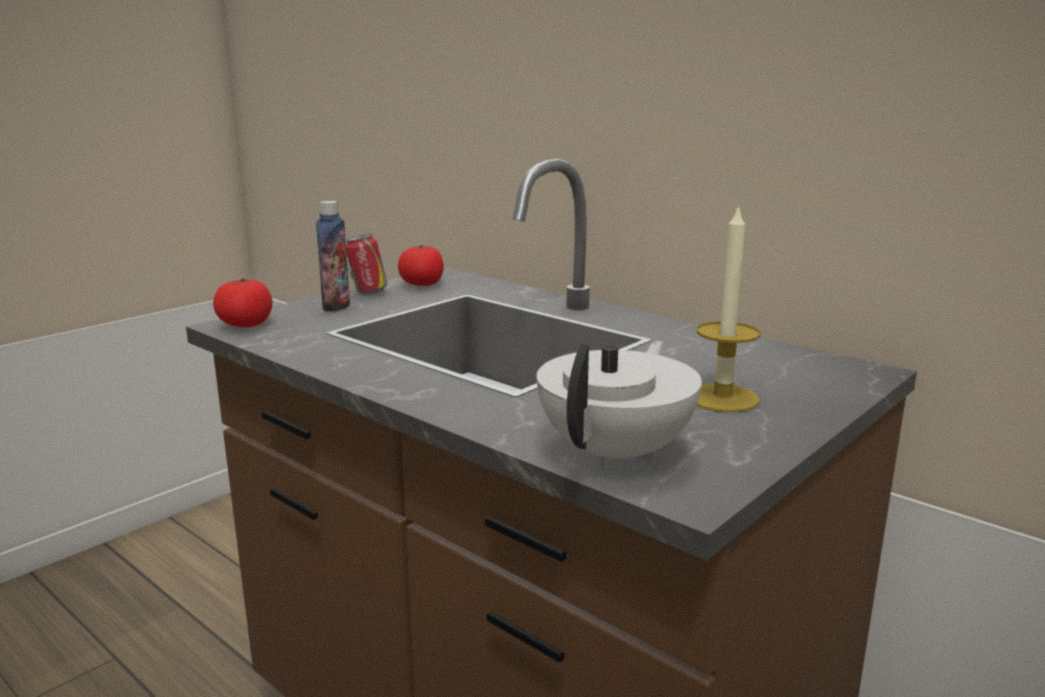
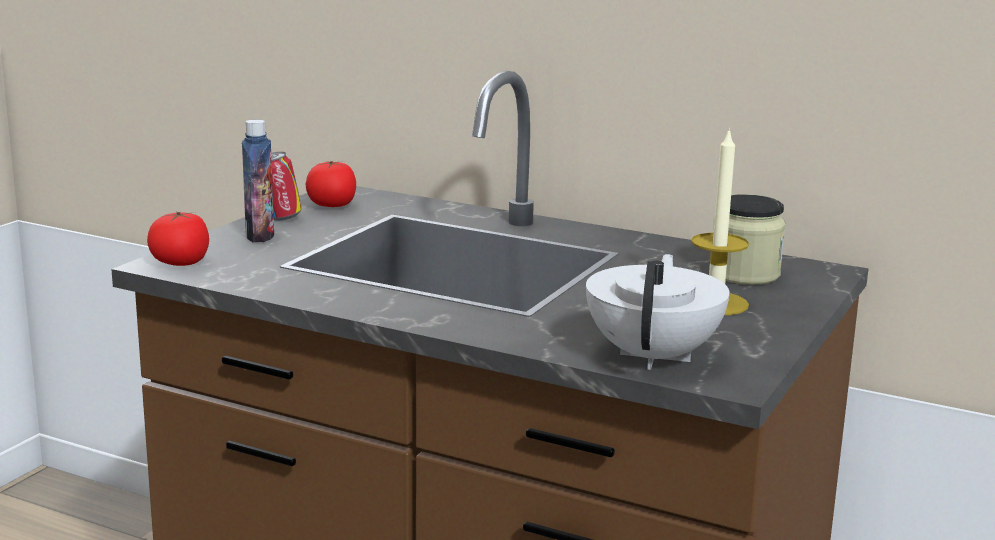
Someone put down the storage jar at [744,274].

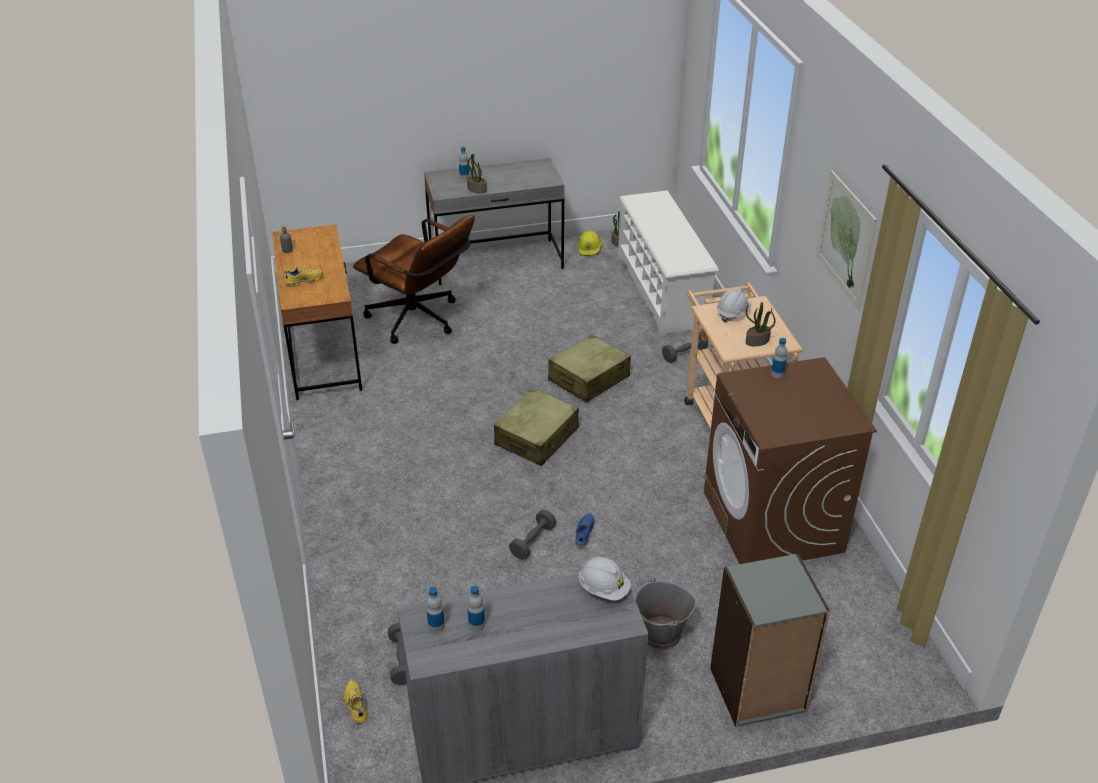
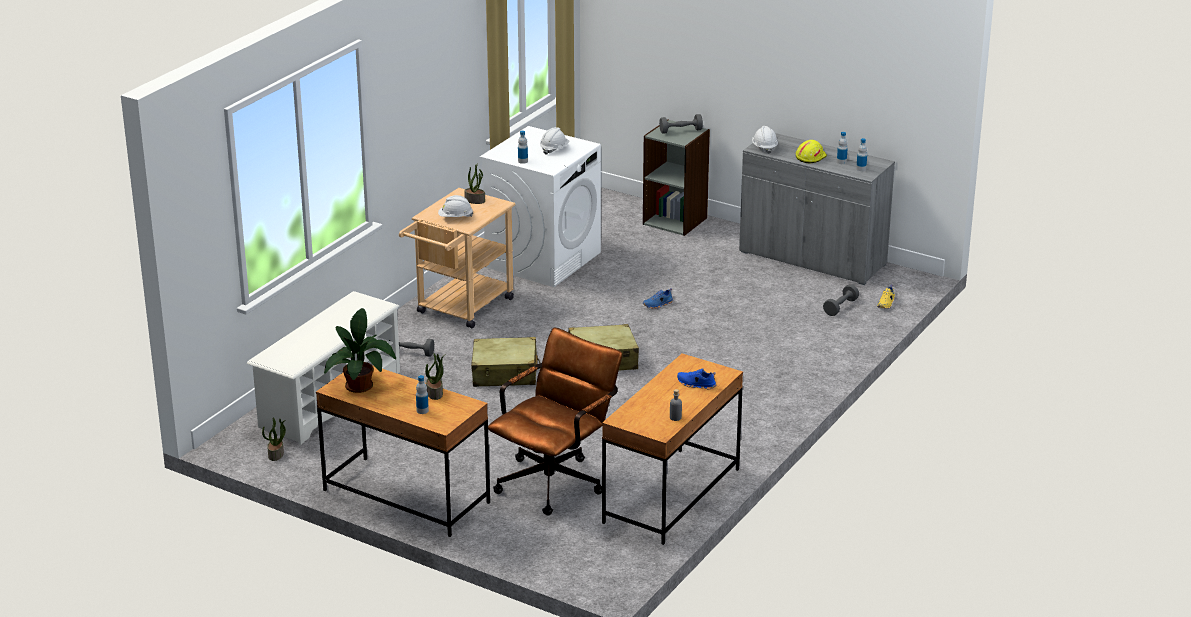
Someone repainted the desk table (grey) at [496,262], which became the desk table (brown) at [406,496].
Someone put down the plant in a pot at [361,384].
Someone repainted the laundry machine (brown) at [773,522], which became the laundry machine (white) at [543,259].
Someone rotated the computer chair (brown) at [420,321] by 45 degrees clockwise.
Someone put down the safety helmet (white) at [554,149].
Someone carried the free weight (grey) from [533,541] to [680,131].
Someone repainted the low shoe (yellow) at [304,280], which became the low shoe (bluish) at [696,384].
Someone carried the safety helmet (yellow) from [590,249] to [810,157].
Someone took away the pail (grey) at [661,635].
Someone took away the wall picture at [846,238].

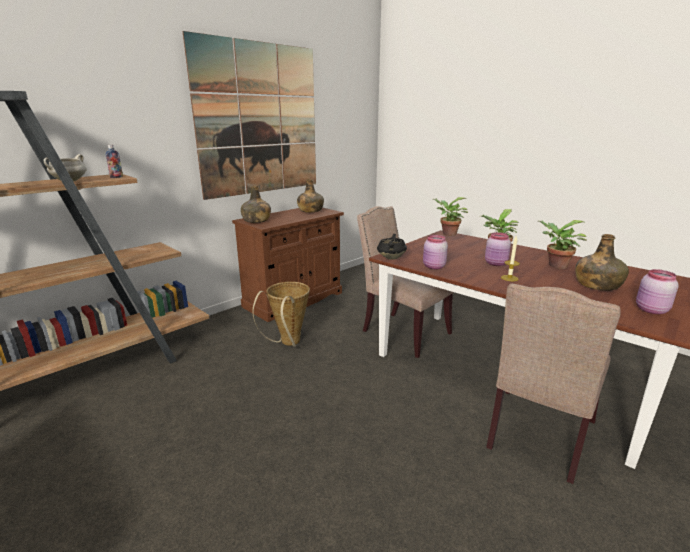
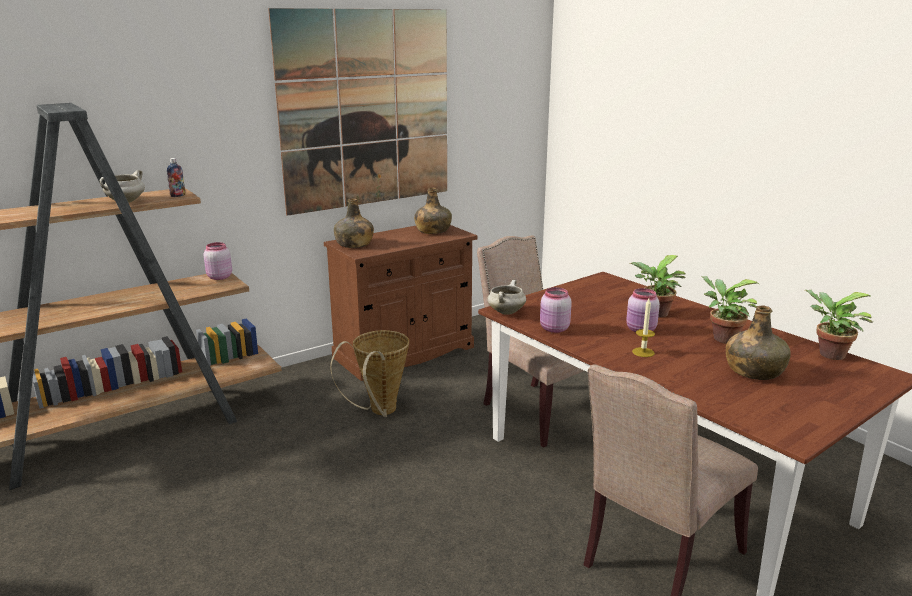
Someone carried the storage jar (pinkish) from [650,310] to [219,277].
Someone repainted the cooking pot (black) at [391,258], which became the cooking pot (white) at [506,312].
Someone carried the plant in a pot from [447,234] to [828,354].

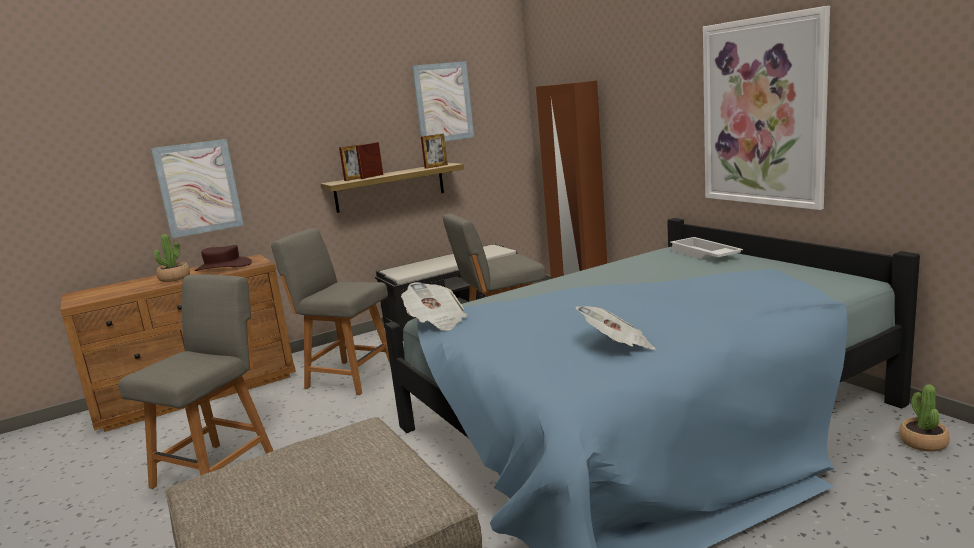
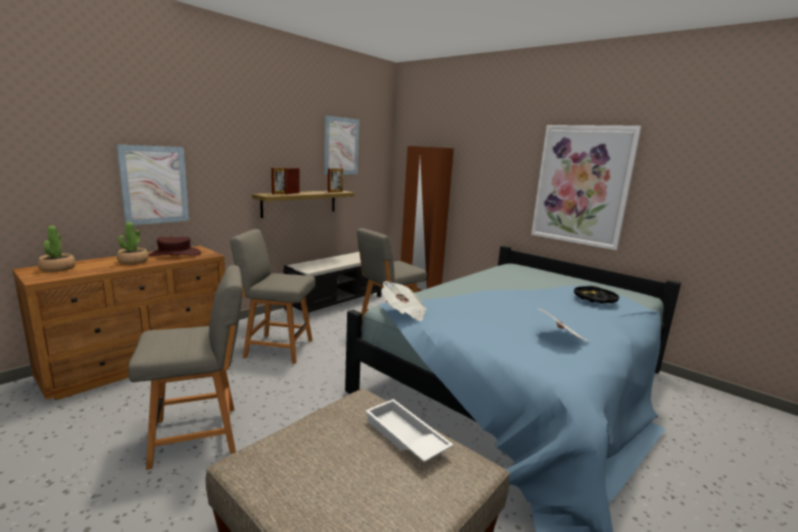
Someone carried the plant in a pot from [923,442] to [57,268].
Someone rotated the chair (grey) at [217,469] by 60 degrees clockwise.
Someone carried the tray (white) from [703,255] to [404,437].
Someone put down the tray (black) at [595,298].

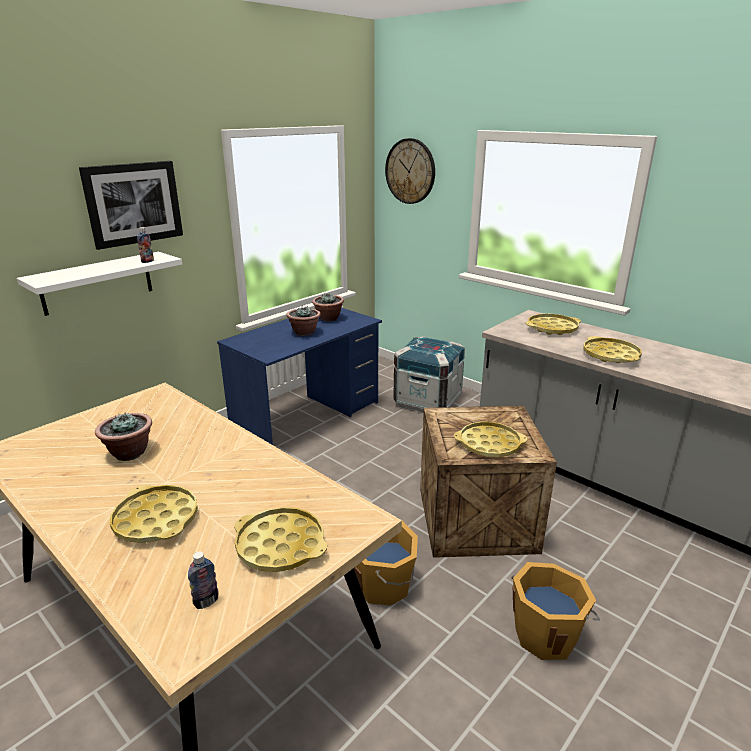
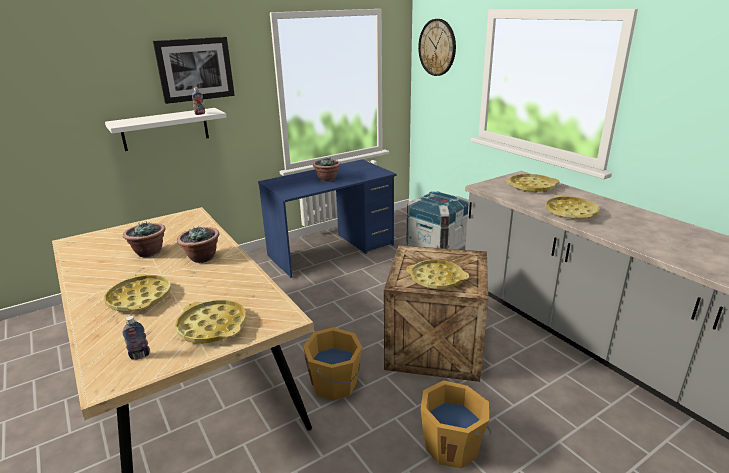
Someone carried the plant in a pot from [328,318] to [202,258].

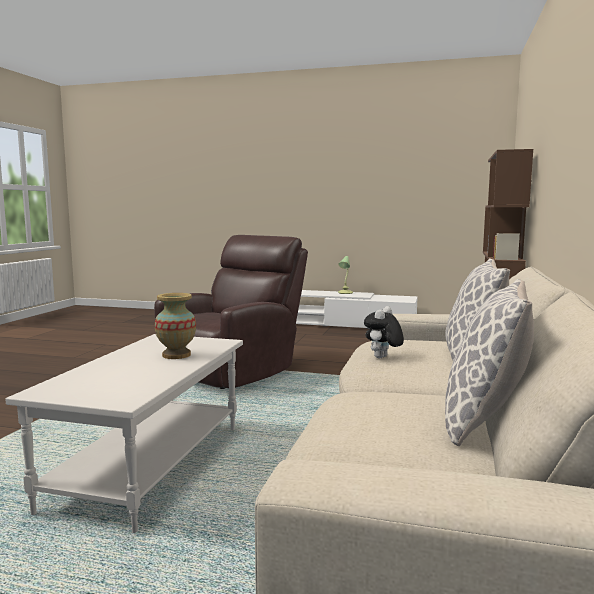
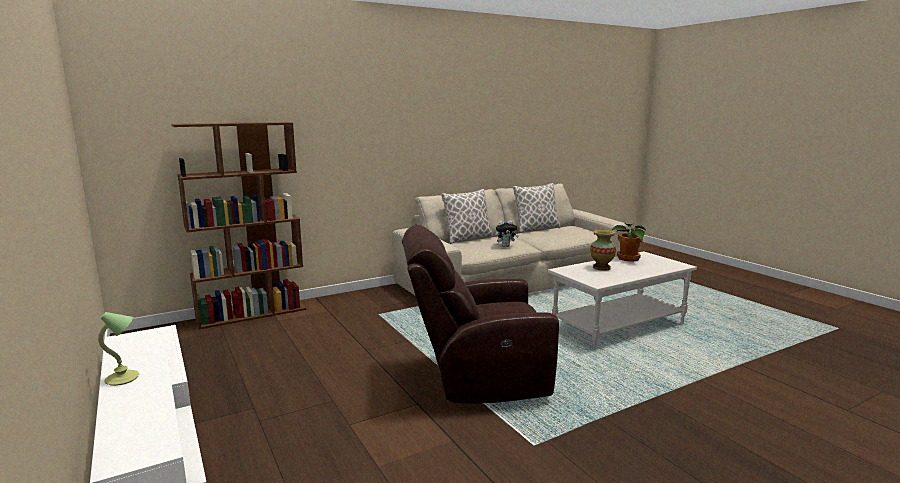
Someone put down the plant in a pot at [628,259].

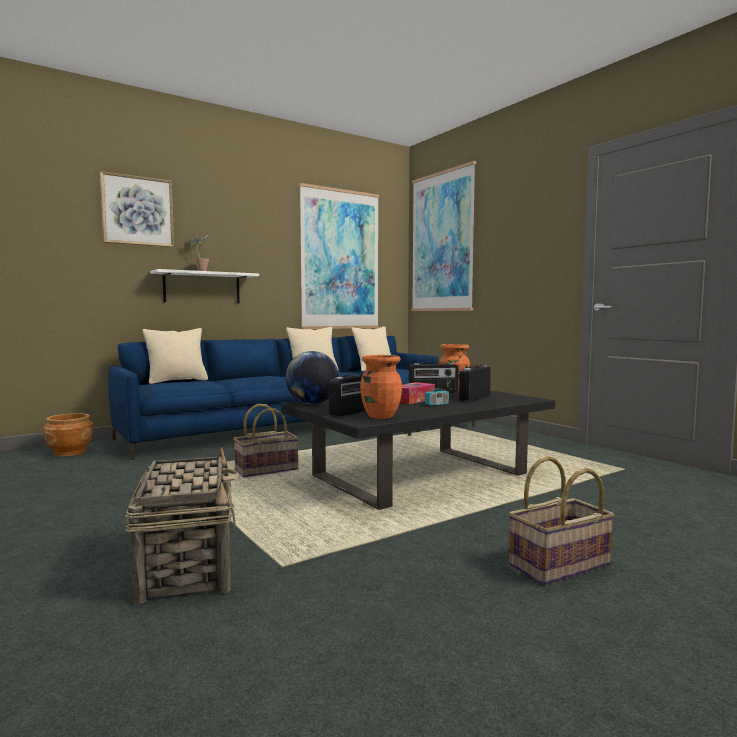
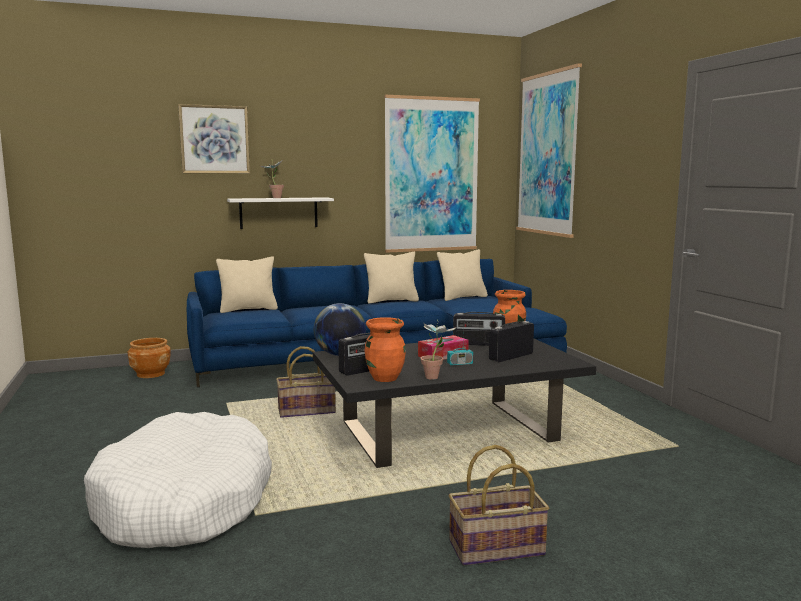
Someone swapped the basket at [187,564] for the pet bed (white) at [185,502].
Someone put down the plant in a pot at [436,376].

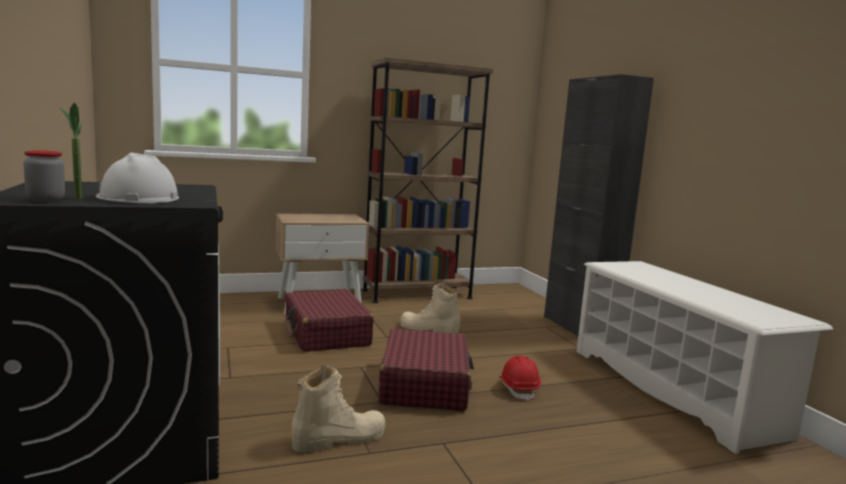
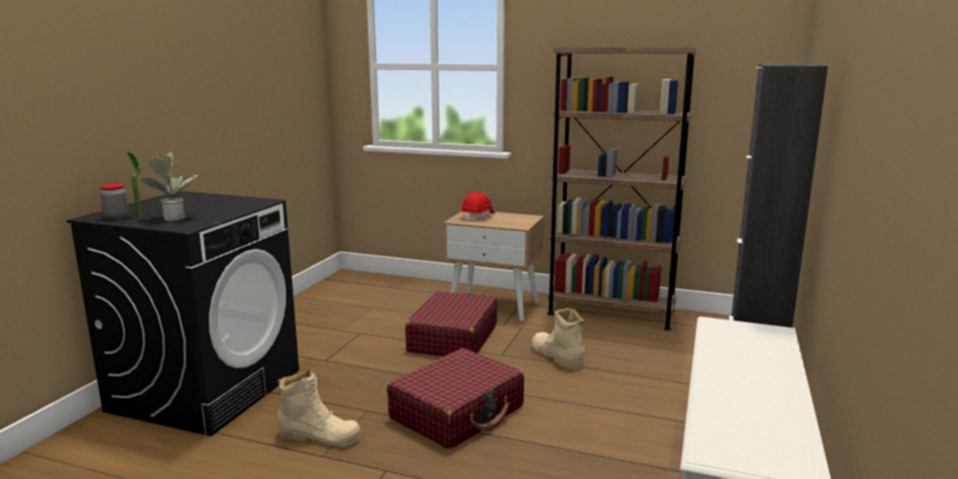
Someone swapped the safety helmet (white) at [138,198] for the plant in a pot at [174,217].
Someone carried the safety helmet (red) from [518,389] to [478,217].

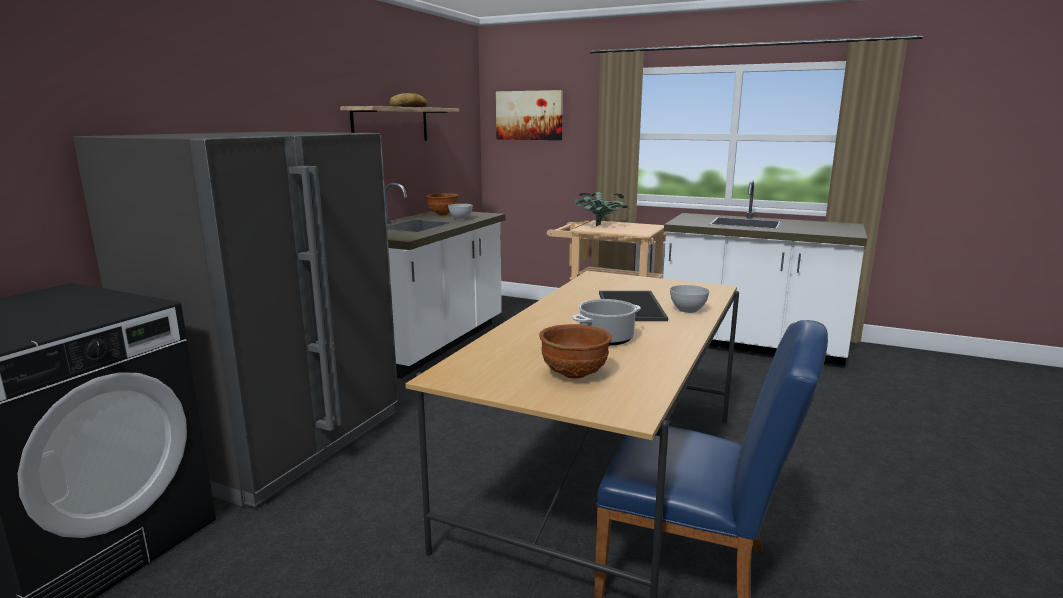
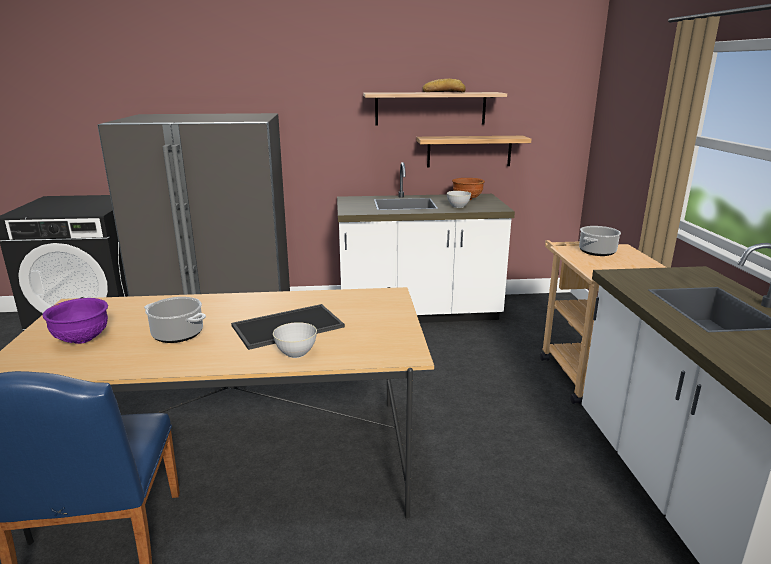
Someone repainted the serving bowl (brown) at [575,374], which became the serving bowl (purple-coloured) at [82,340].
Someone put up the shelf at [469,151].
Someone swapped the plant in a pot at [600,226] for the cooking pot at [597,252].
Someone took away the wall picture at [529,115].

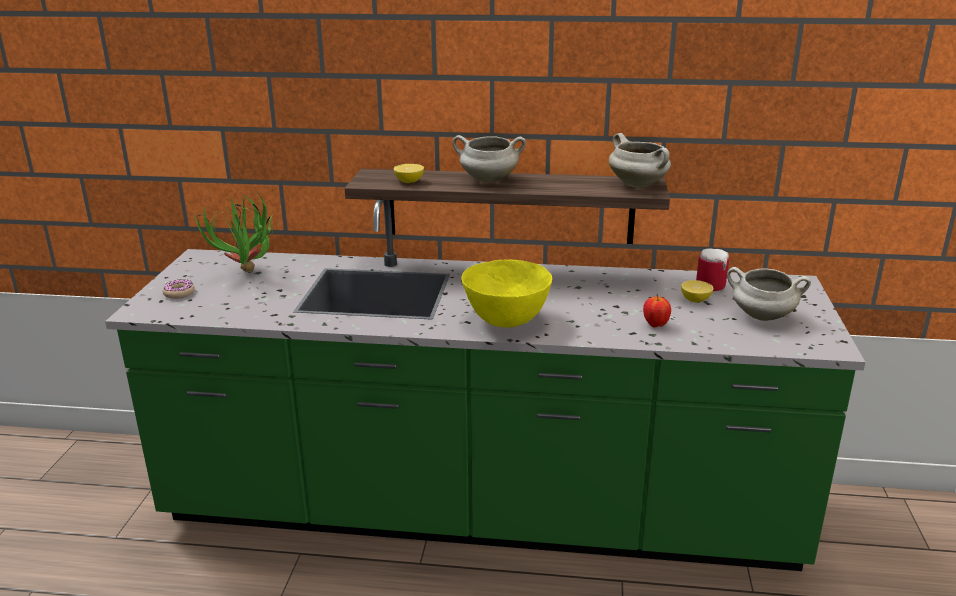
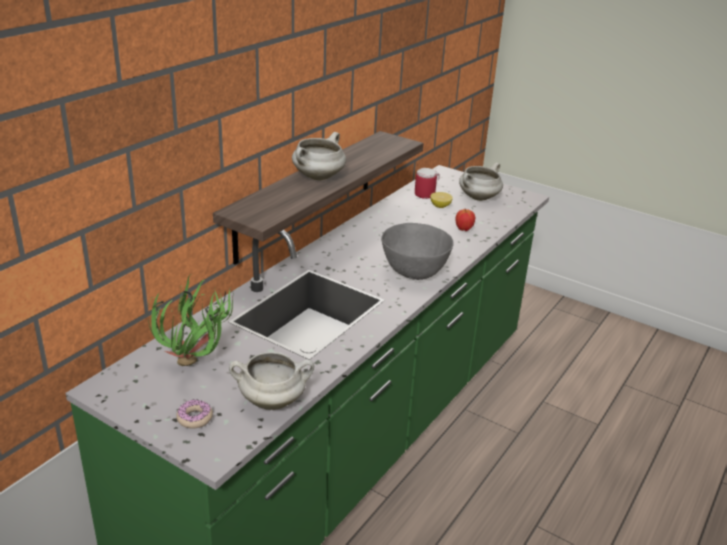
Someone carried the cooking pot (white) from [639,185] to [273,401].
Someone repainted the serving bowl (yellow) at [507,321], which became the serving bowl (grey) at [415,273].
Someone took away the lemon at [409,182].

